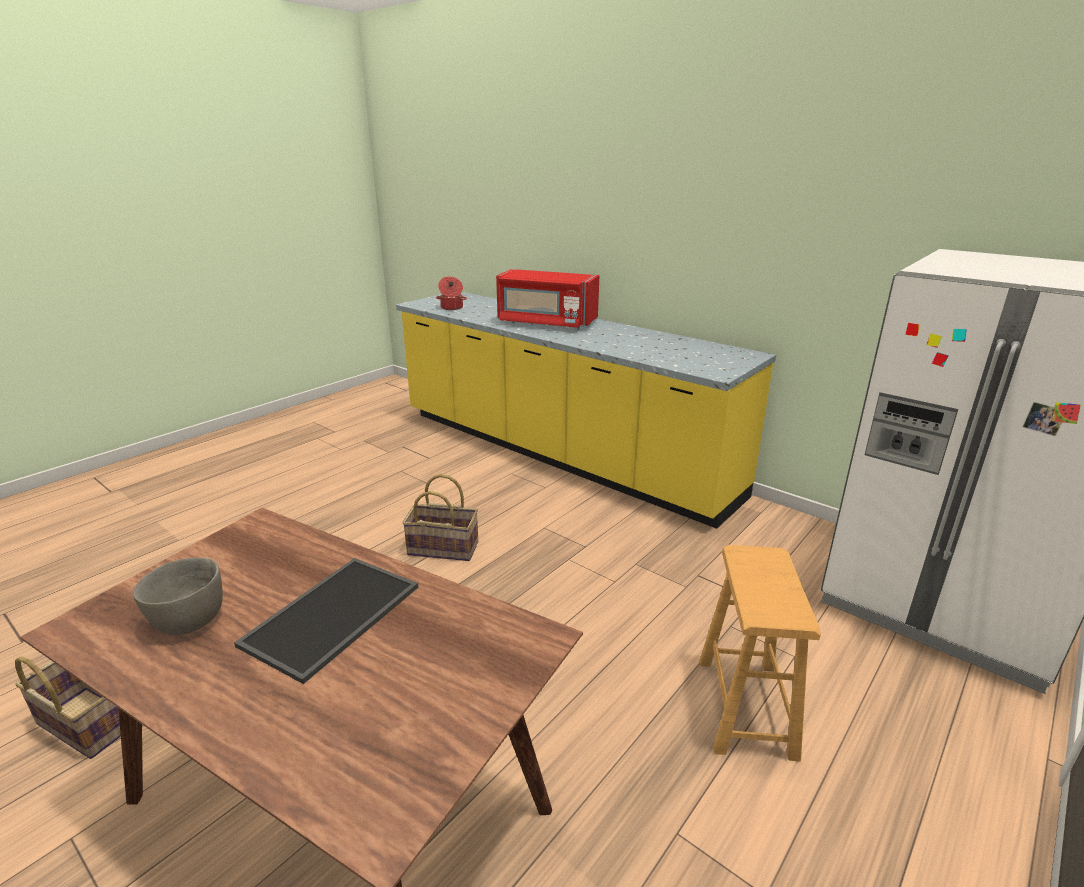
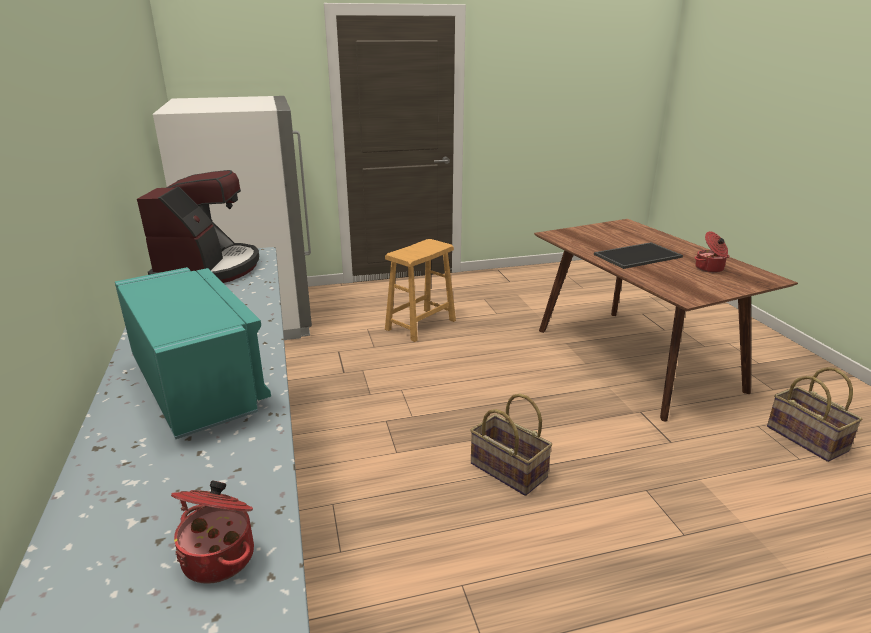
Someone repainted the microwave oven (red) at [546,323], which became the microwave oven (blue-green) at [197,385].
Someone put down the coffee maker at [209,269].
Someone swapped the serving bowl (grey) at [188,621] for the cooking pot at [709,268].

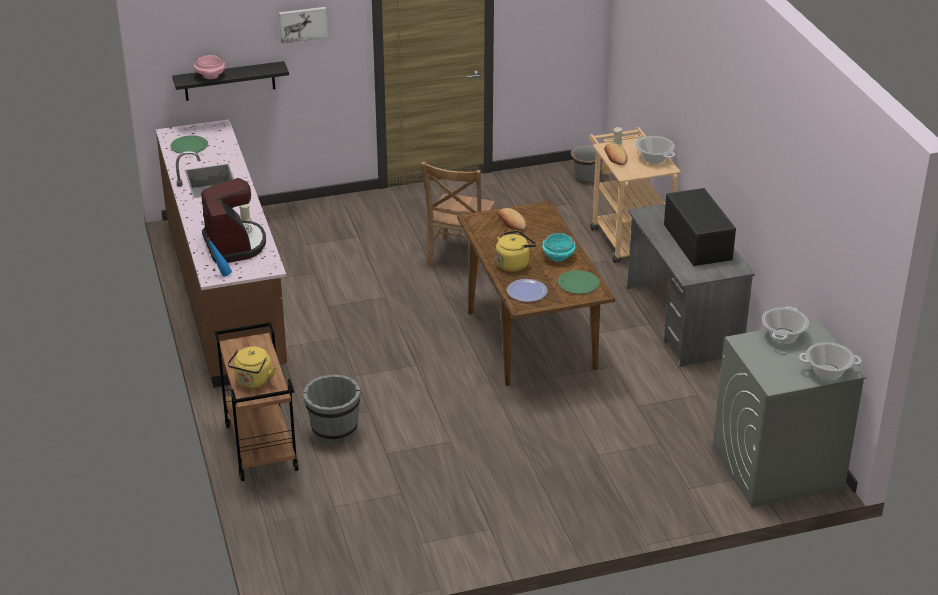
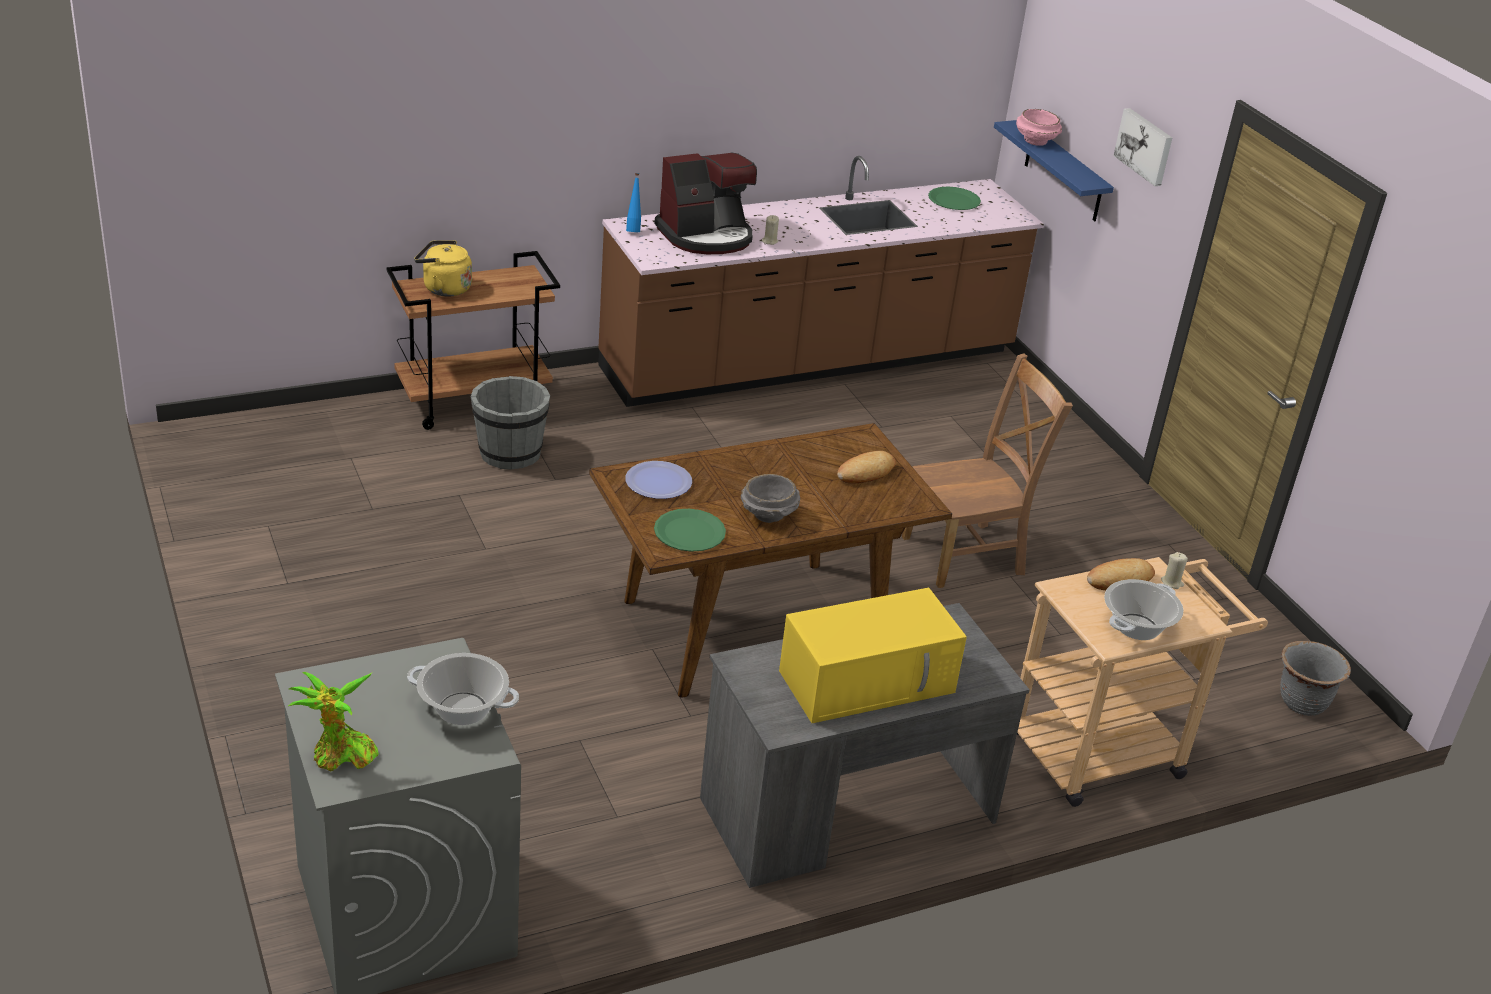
Someone swapped the cooking pot at [827,371] for the plant in a pot at [340,756].
Someone repainted the serving bowl (blue-green) at [558,257], which became the serving bowl (grey) at [769,515].
Someone repainted the microwave oven (black) at [696,241], which became the microwave oven (yellow) at [869,680].
Someone rotated the chair (brown) at [459,257] by 150 degrees clockwise.
Someone repainted the shelf (black) at [229,81], which became the shelf (bluish) at [1063,172].
Someone took away the kettle (yellow) at [514,264].

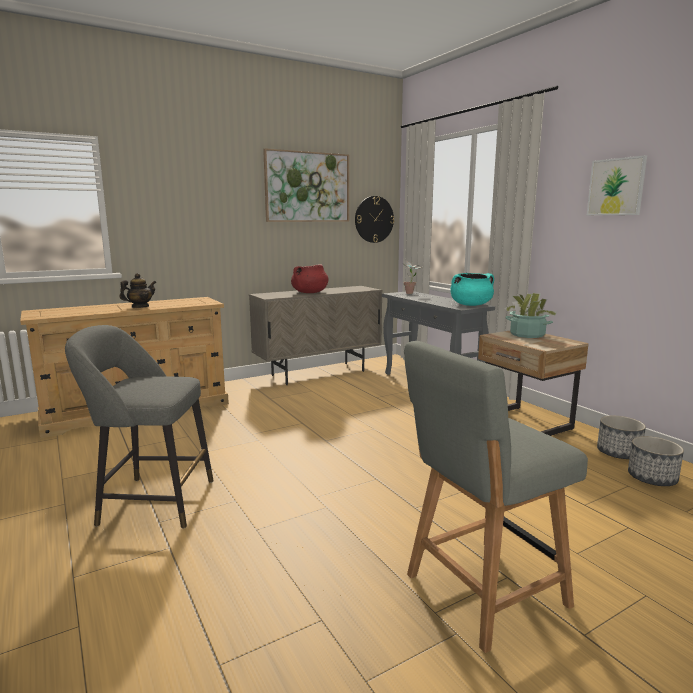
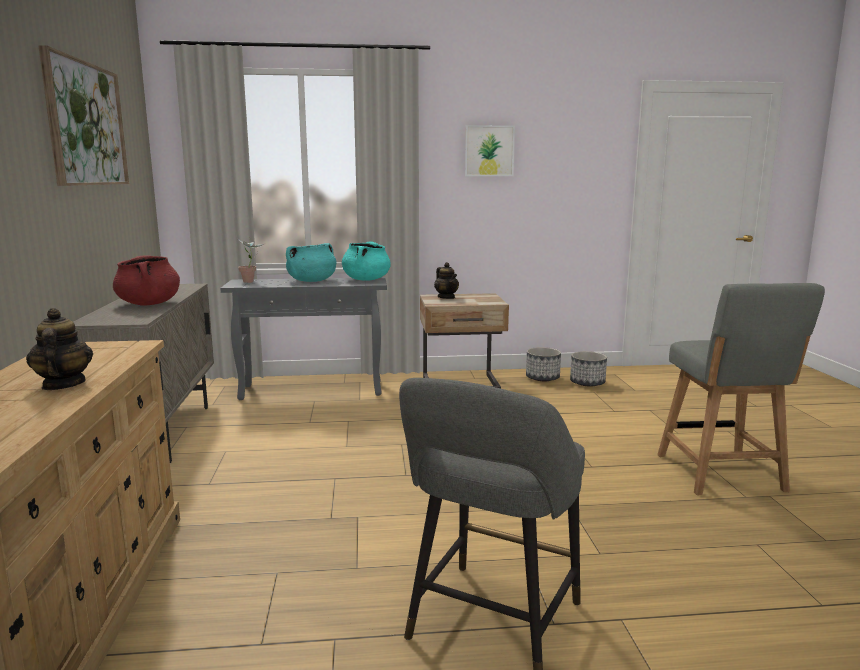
Someone put down the cooking pot (blue-green) at [312,281].
Someone swapped the plant in a pot at [527,334] for the pot for tea at [446,297].
Someone took away the wall clock at [374,219].

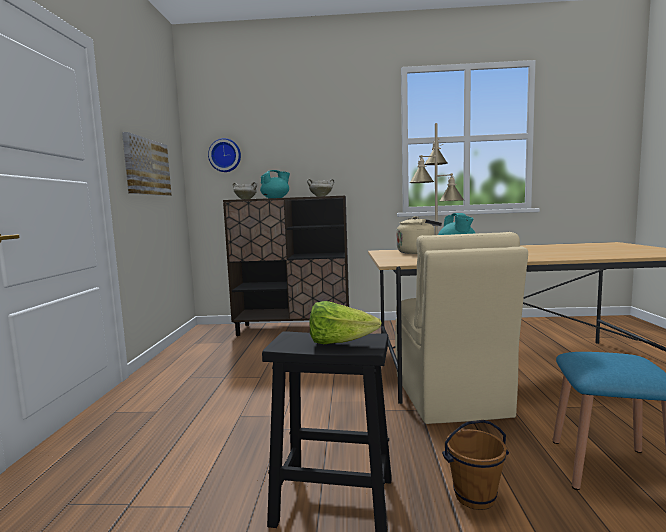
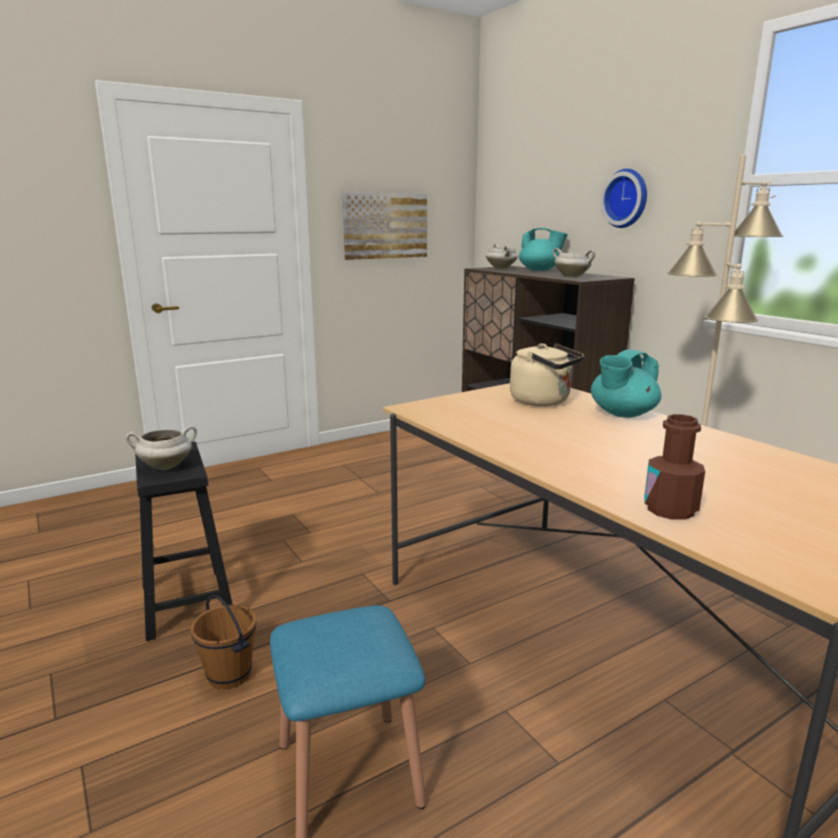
Someone swapped the head of lettuce at [339,343] for the cooking pot (white) at [166,466].
Someone carried the wall clock from [225,155] to [627,198].
Someone put down the bottle (brown) at [670,509].
Someone took away the chair (beige) at [450,397].

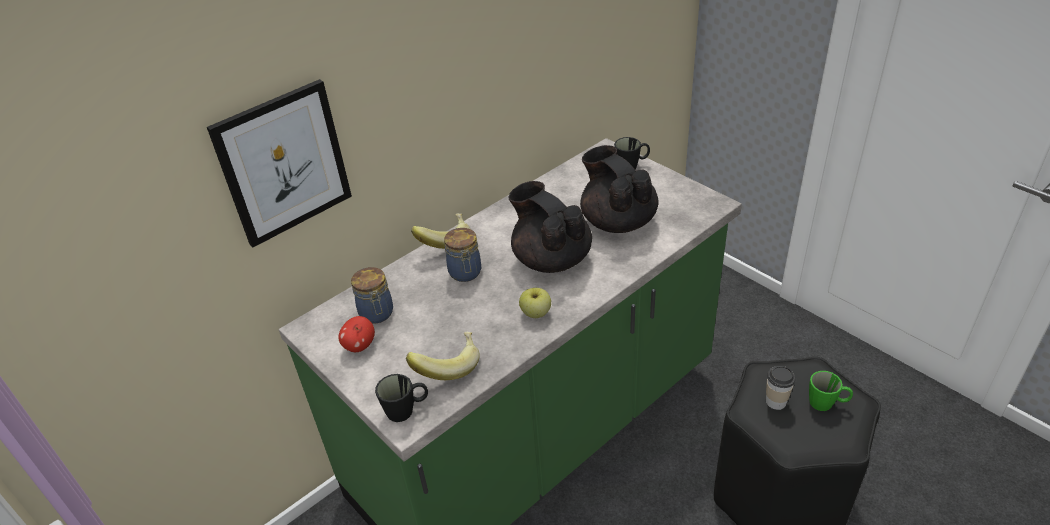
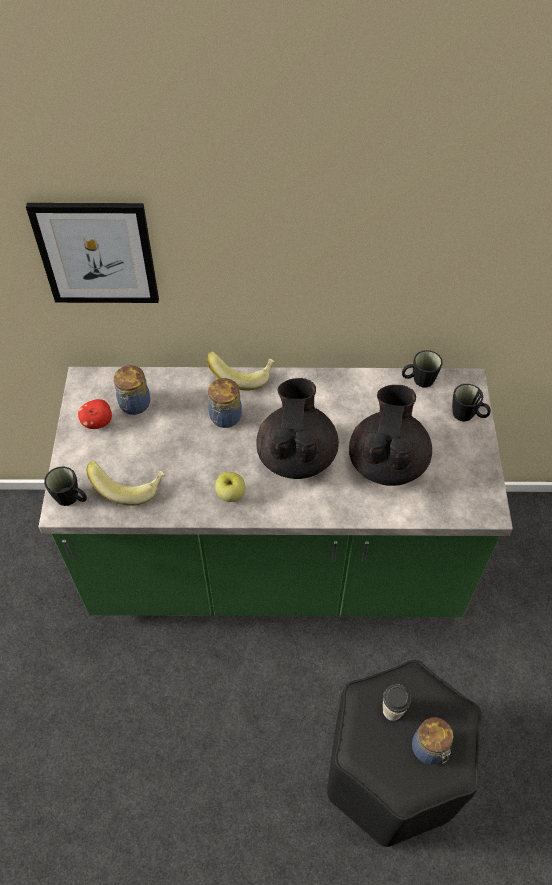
Someone put down the coffee mug (black) at [418,380].
Someone swapped the coffee mug (greenish) at [826,403] for the storage jar at [429,749].

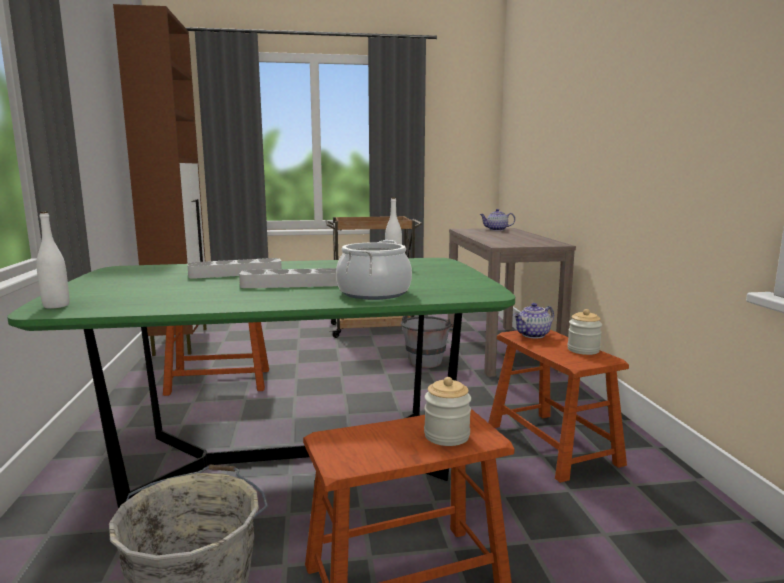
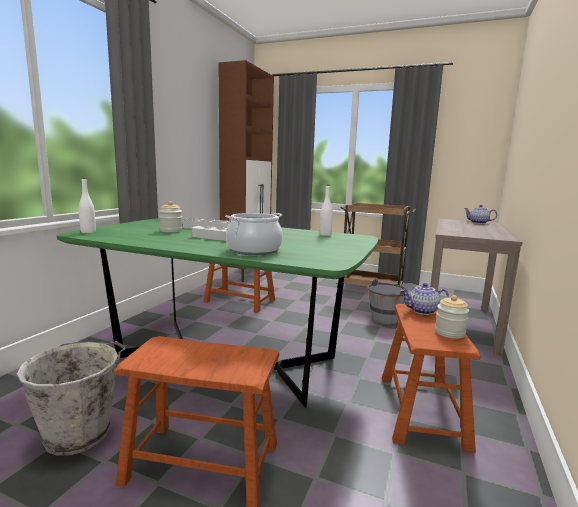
Someone carried the storage jar from [446,436] to [171,230].

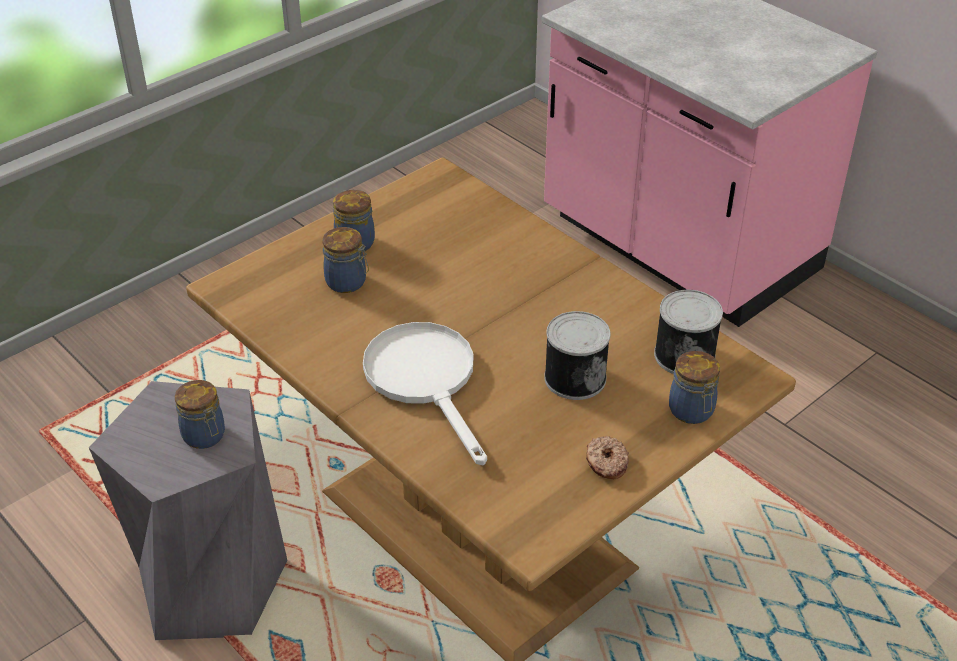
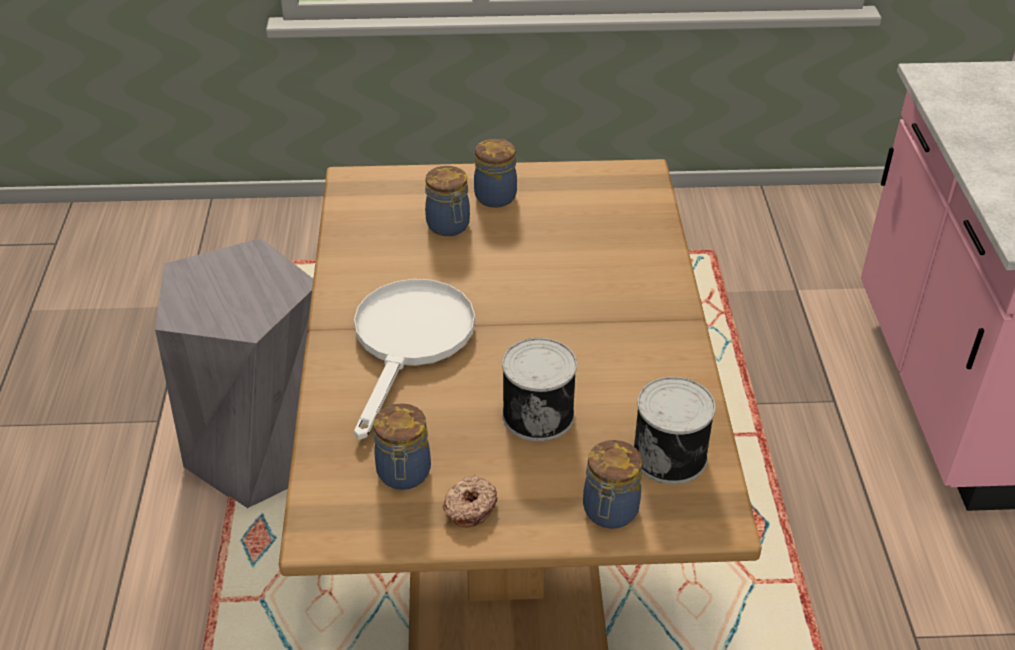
Someone carried the storage jar from [205,436] to [403,474].

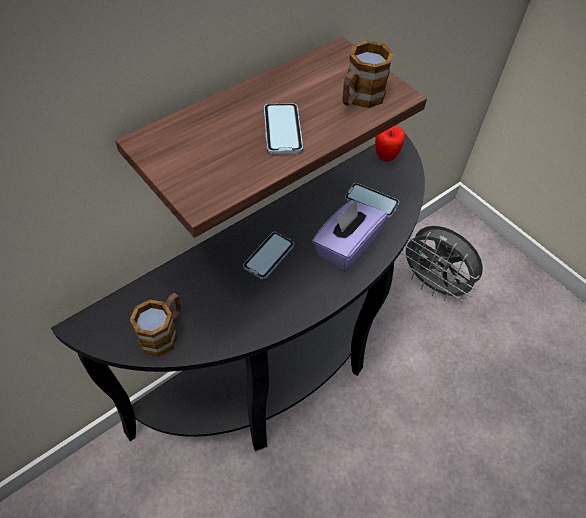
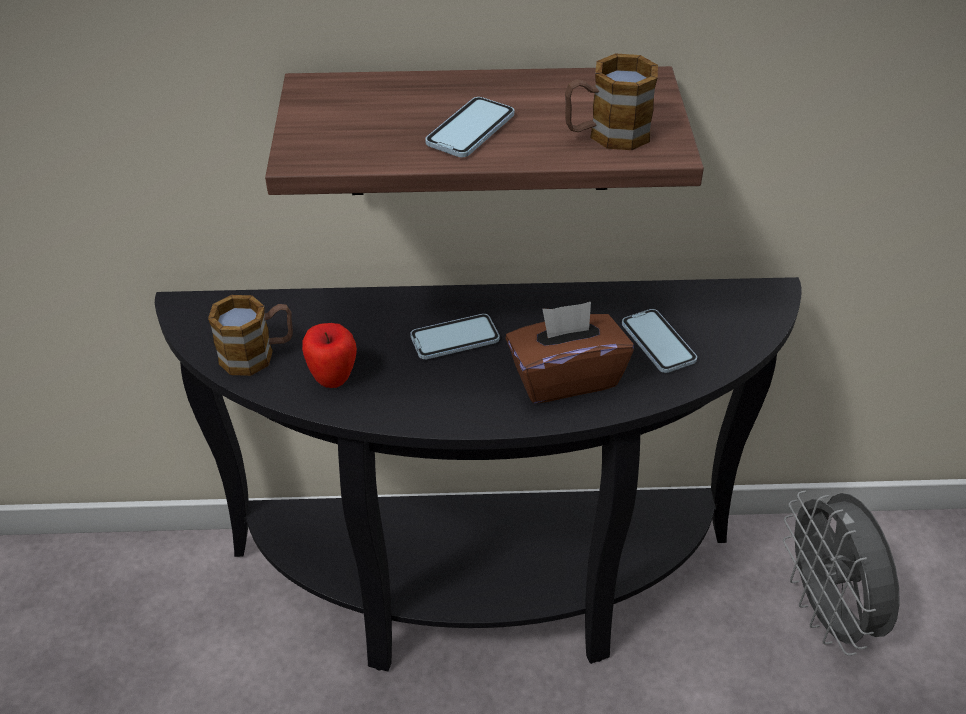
Someone carried the apple from [386,156] to [333,379].
Someone repainted the tissue holder (purple-coloured) at [346,247], which became the tissue holder (brown) at [565,377].

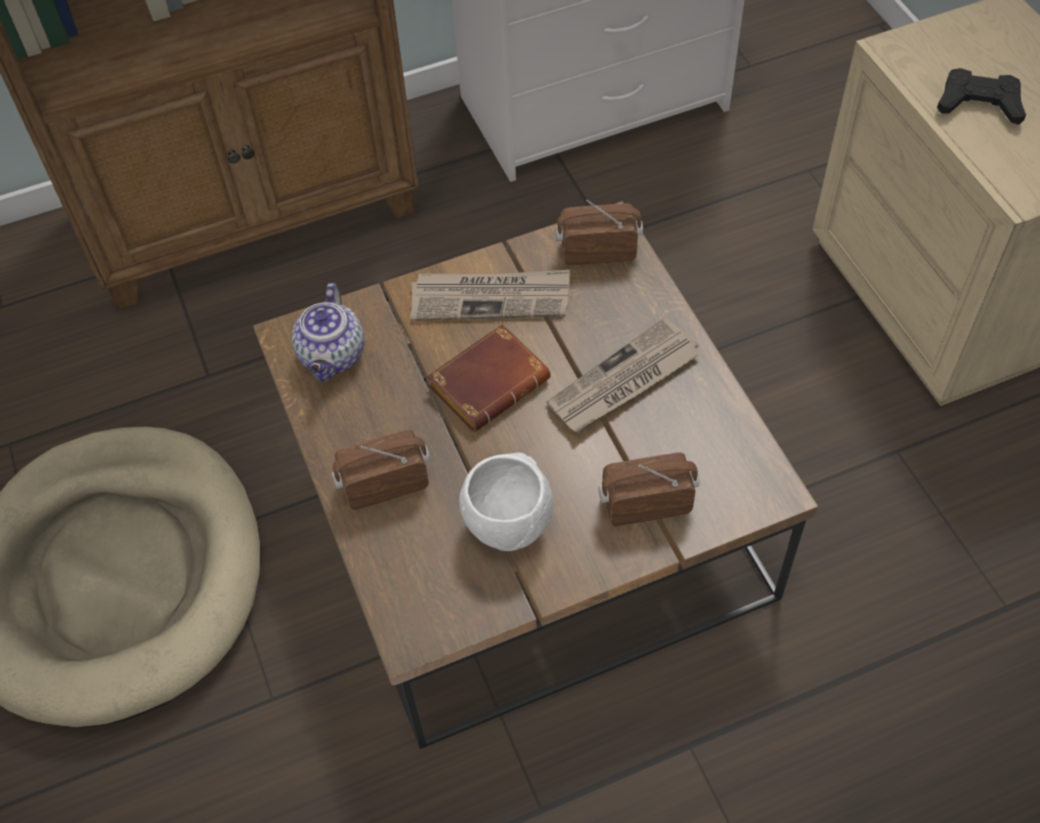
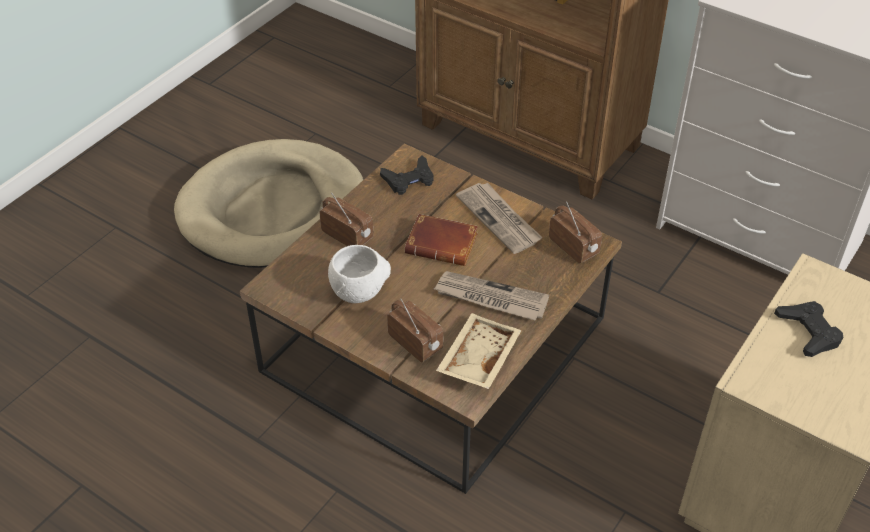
Someone swapped the pot for tea at [333,357] for the gamepad (black) at [409,180].
Someone put down the tray (beige) at [477,358].

